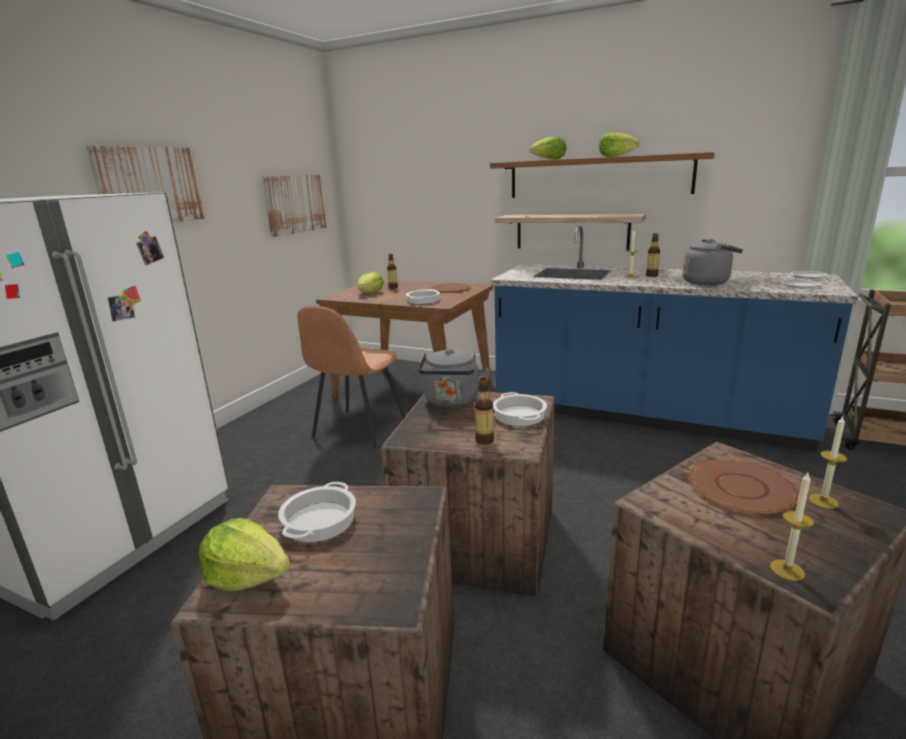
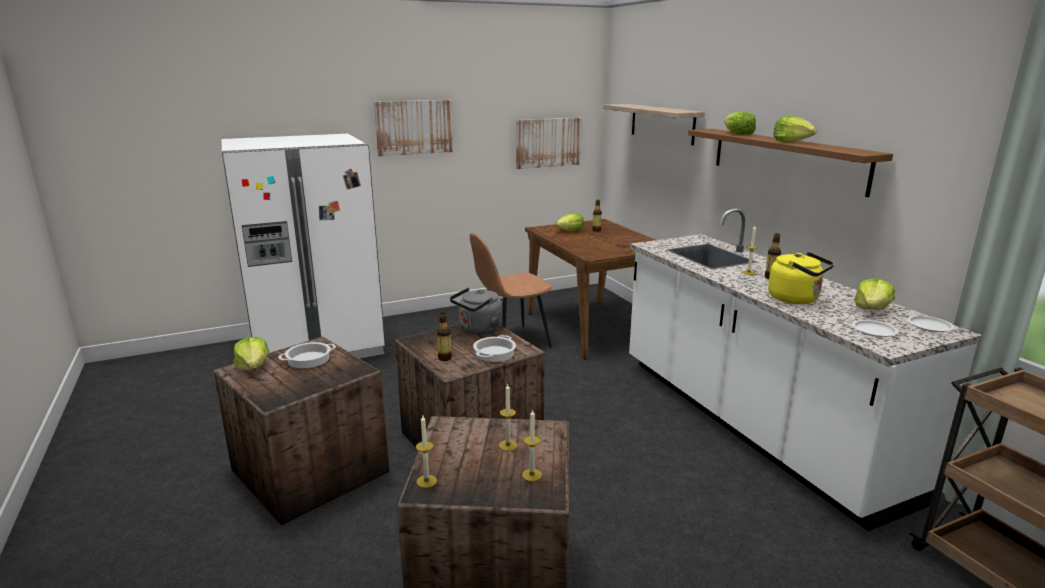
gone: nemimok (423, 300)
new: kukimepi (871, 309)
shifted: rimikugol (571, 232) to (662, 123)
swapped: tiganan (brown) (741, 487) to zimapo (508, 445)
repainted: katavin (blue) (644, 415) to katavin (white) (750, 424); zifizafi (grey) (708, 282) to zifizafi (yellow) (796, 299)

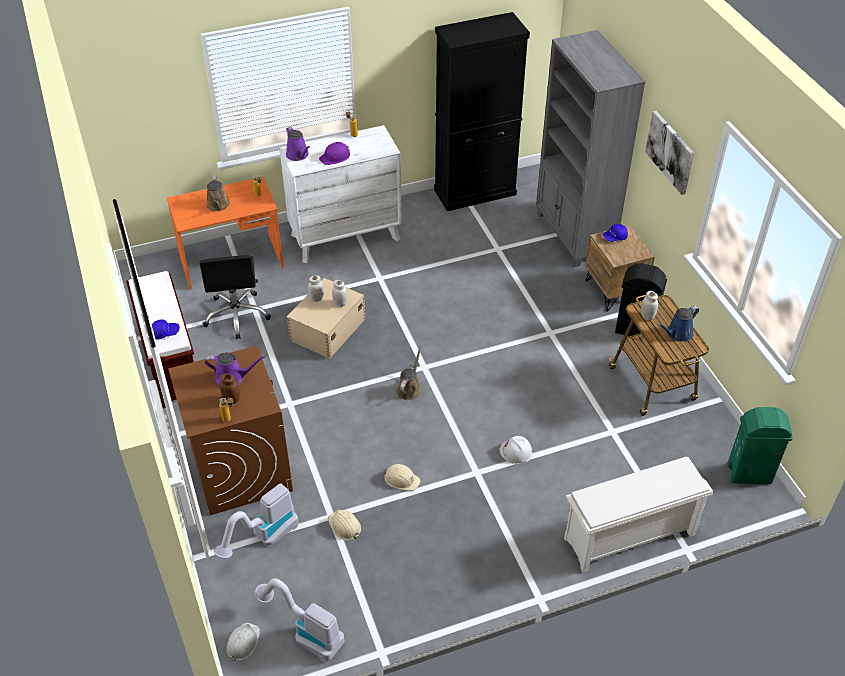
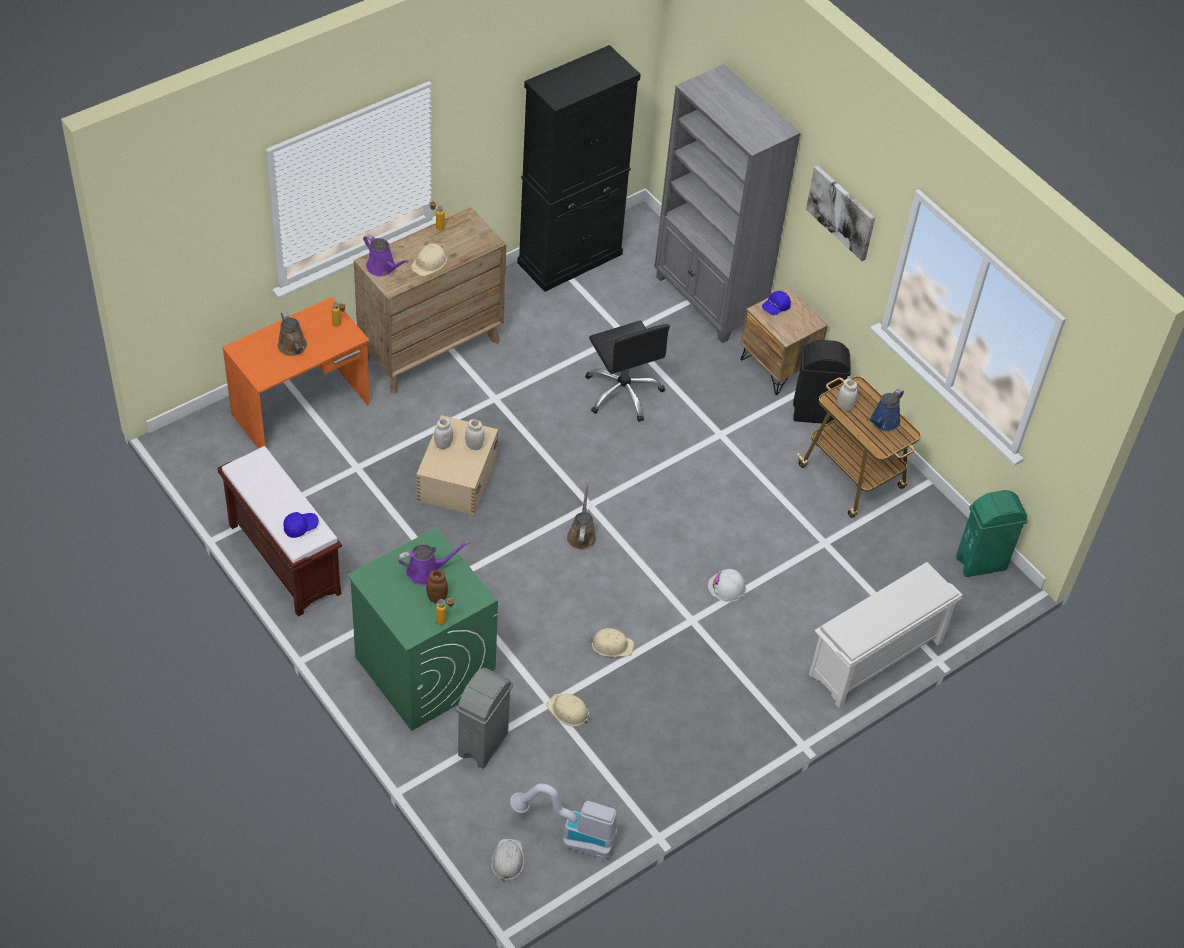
shifted: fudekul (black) (237, 315) to (623, 392)
swapped: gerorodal (263, 538) to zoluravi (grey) (483, 744)
repainted: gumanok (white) (345, 237) to gumanok (brown) (431, 349); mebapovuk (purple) (335, 157) to mebapovuk (beige) (429, 262); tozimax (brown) (240, 468) to tozimax (green) (424, 669)

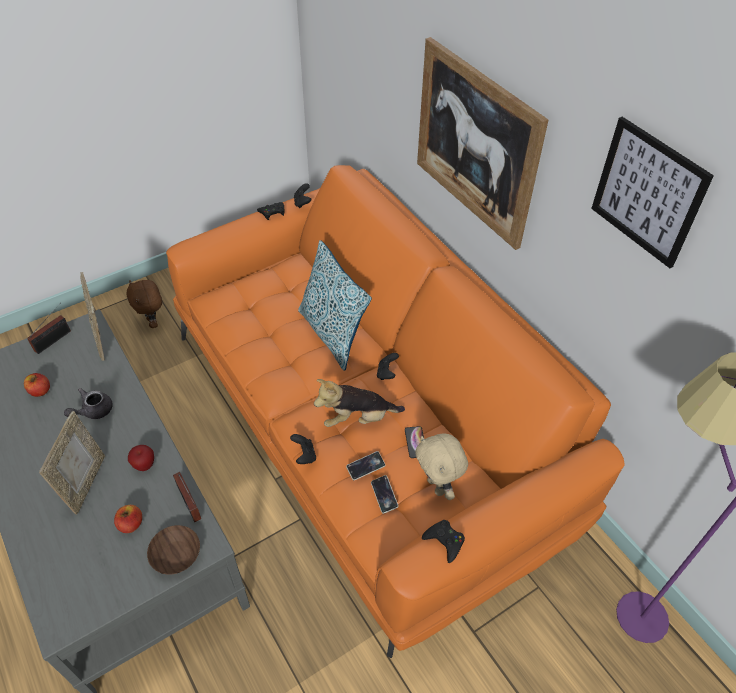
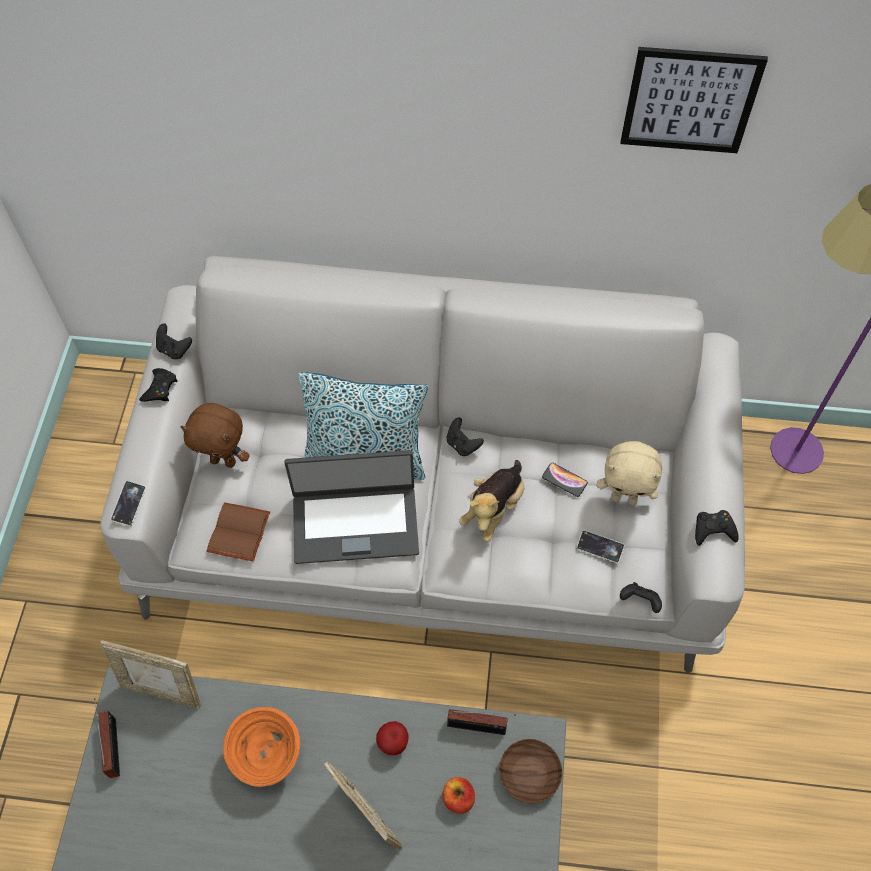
gone: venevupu (476, 143); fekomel (40, 391)
new: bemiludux (355, 523); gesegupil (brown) (240, 534)
shifted: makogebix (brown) (153, 322) to (224, 460); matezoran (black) (304, 455) to (639, 601); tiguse (365, 467) to (129, 504)
swapped: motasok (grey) (93, 411) to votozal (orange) (269, 758)
repainted: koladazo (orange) (366, 425) to koladazo (grey) (435, 514)

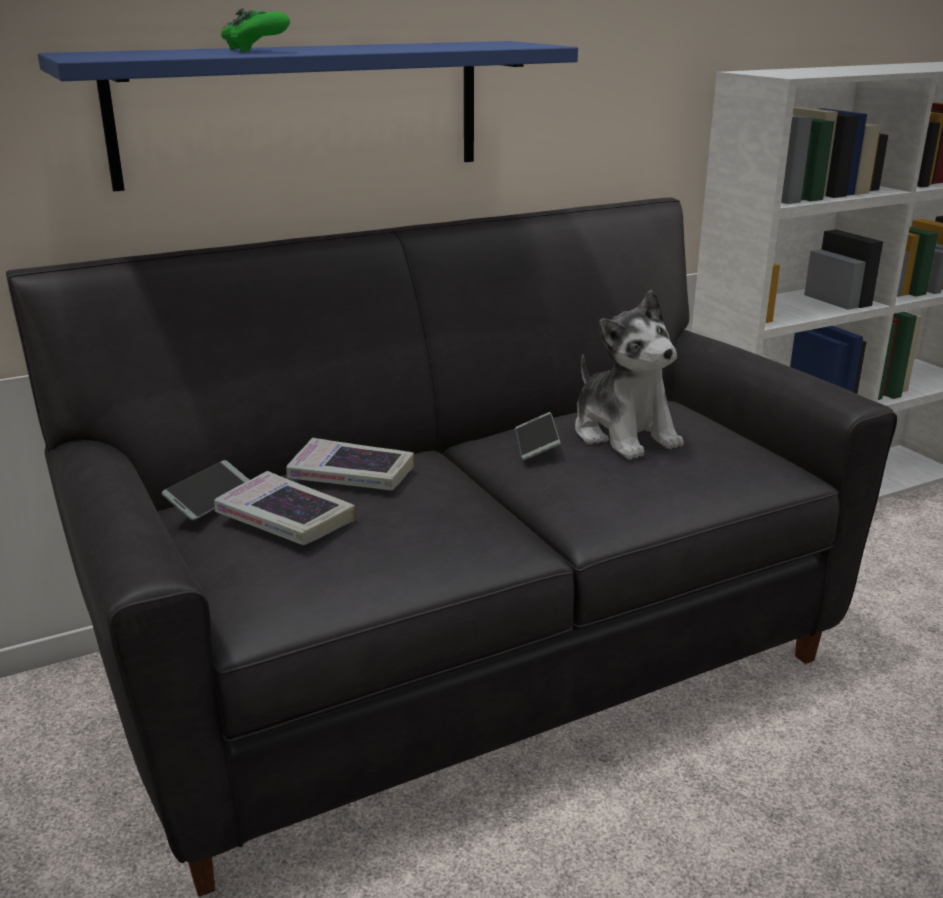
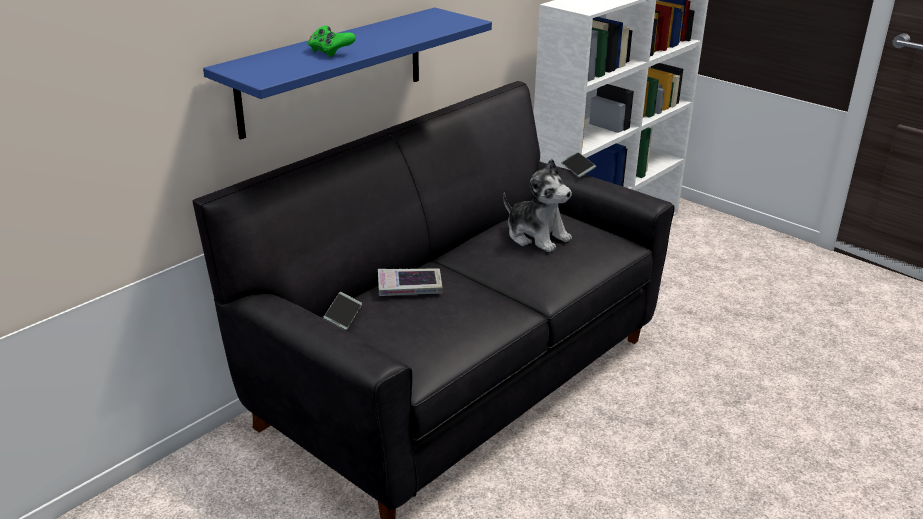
gone: gesegupil (285, 519)
shifted: tiguse (536, 444) to (578, 168)

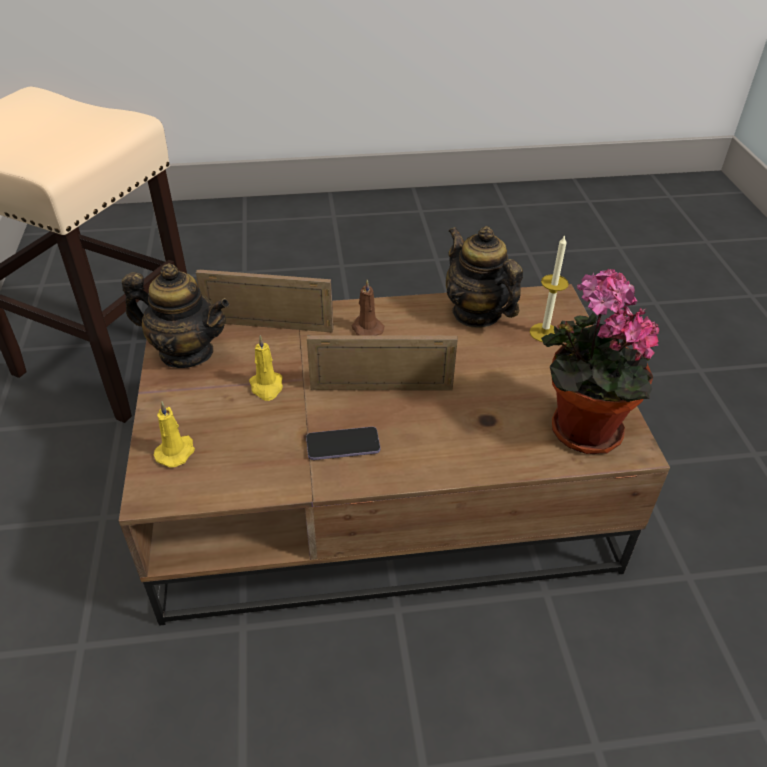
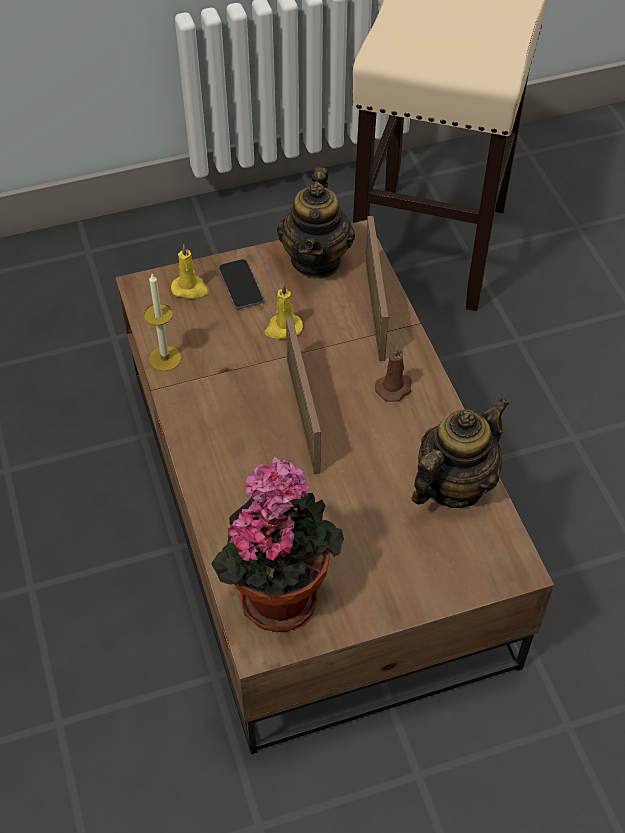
shifted: zimapo (544, 333) to (165, 358); tiguse (343, 445) to (241, 285)

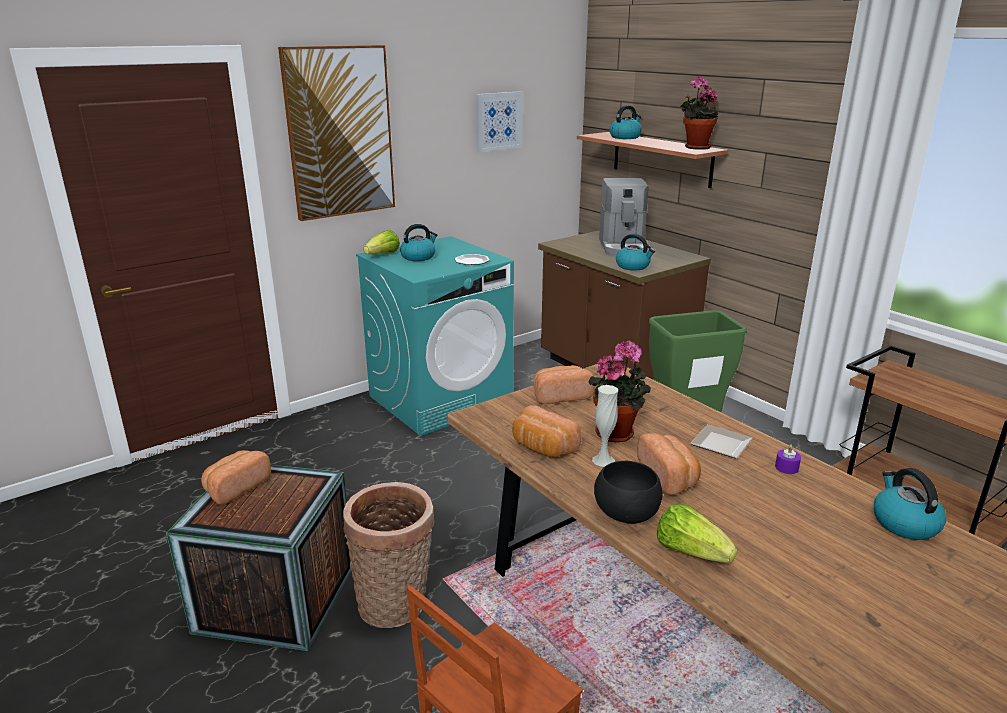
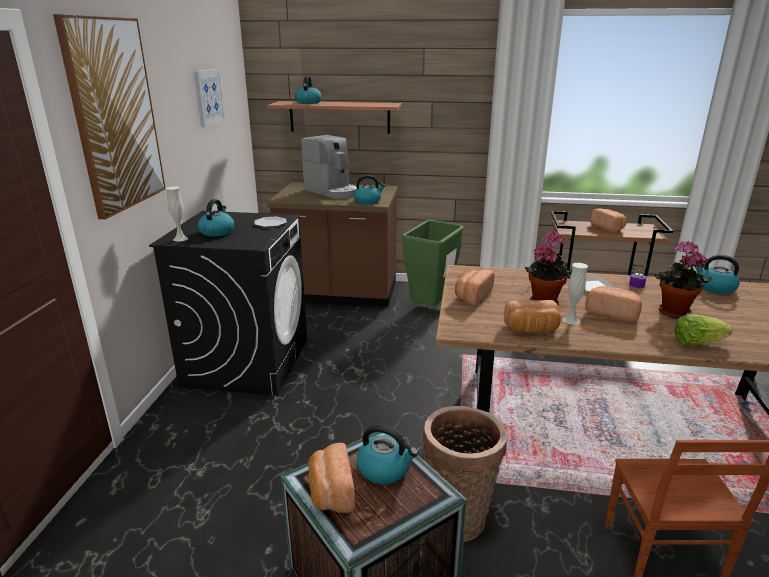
gone: votozal (black) (625, 512)
new: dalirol (608, 227); zifizafi (385, 469)
shifted: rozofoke (695, 147) to (673, 313)
swapped: kukimepi (383, 255) to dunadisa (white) (180, 239)
repainted: tozimax (turquoise) (441, 399) to tozimax (black) (247, 362)

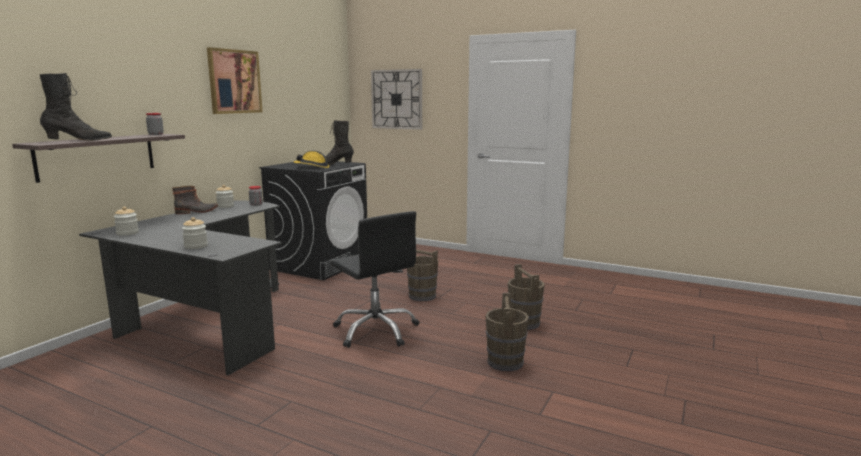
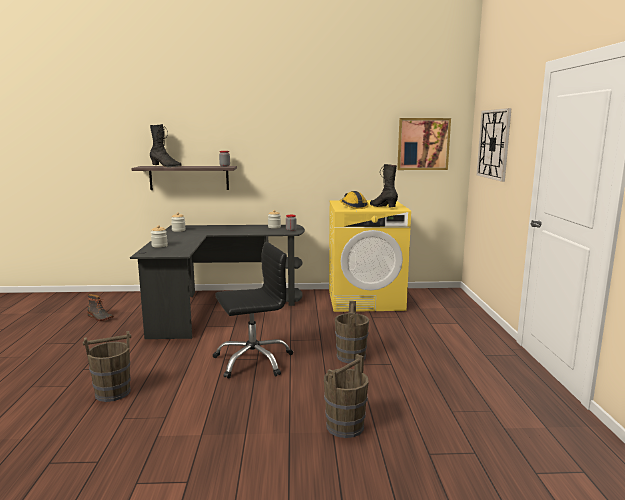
shifted: venevupu (234, 81) to (423, 144); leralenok (197, 211) to (99, 317); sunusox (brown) (505, 362) to (113, 393)
repainted: tozimax (black) (320, 264) to tozimax (yellow) (365, 300)
rotated: fudekul (black) (376, 331) = (253, 360) 135 degrees counterclockwise

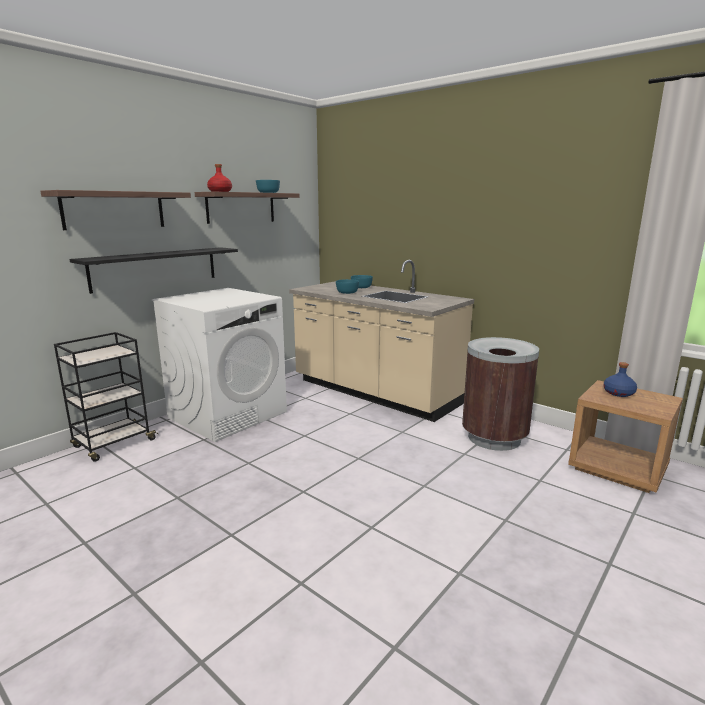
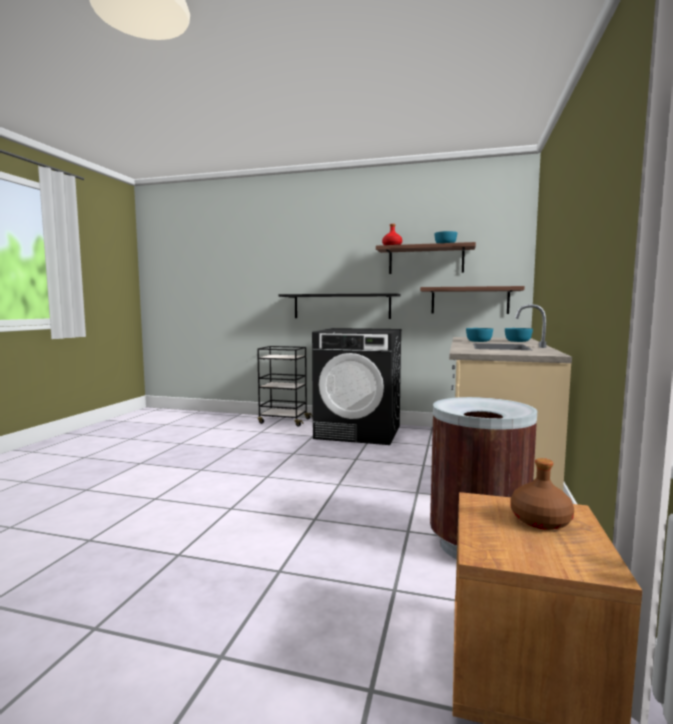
shifted: rimikugol (114, 210) to (469, 300)
repainted: tozimax (white) (228, 414) to tozimax (black) (359, 432); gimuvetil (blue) (618, 393) to gimuvetil (brown) (539, 520)

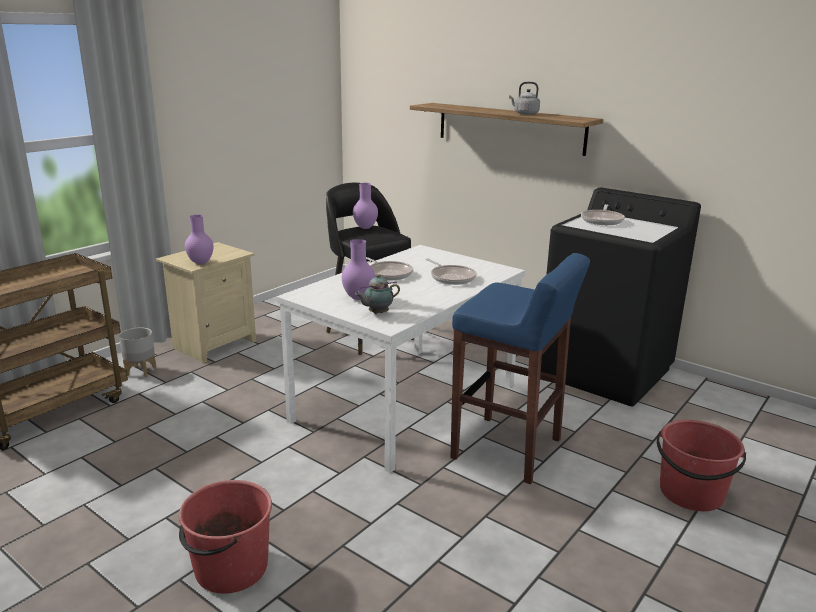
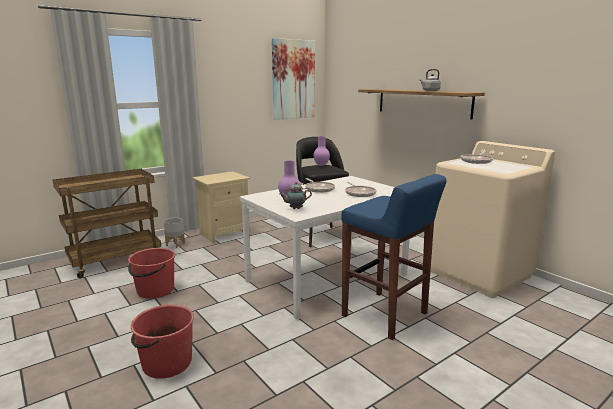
gone: dunadisa (purple) (201, 263)
new: venevupu (293, 79)
shifted: sunusox (red) (691, 493) to (155, 290)
repainted: tozimax (black) (606, 372) to tozimax (beige) (479, 274)

